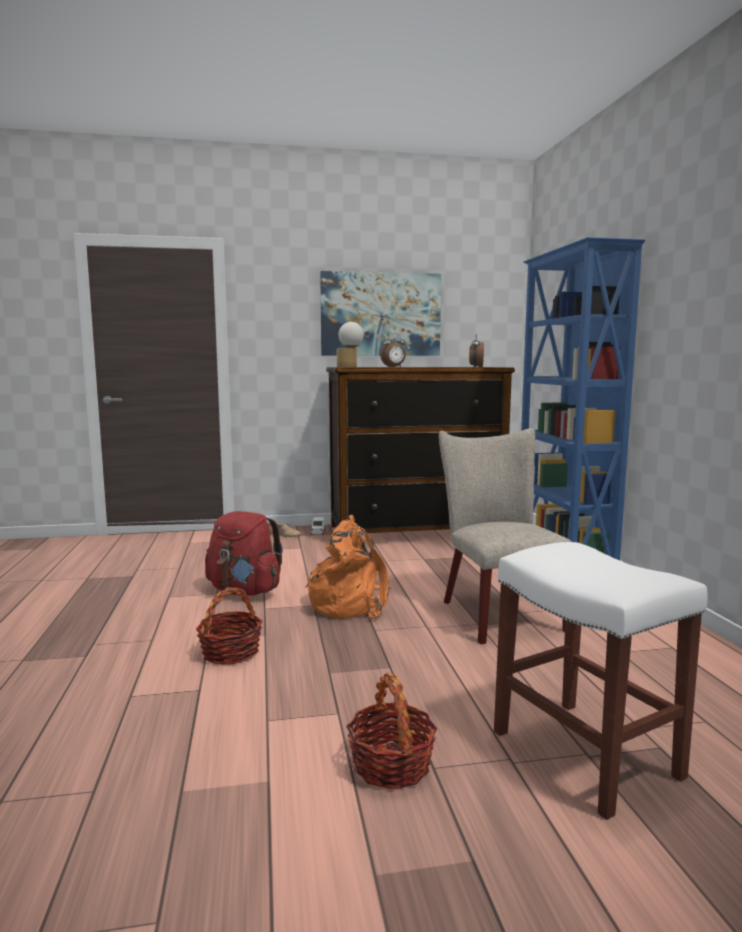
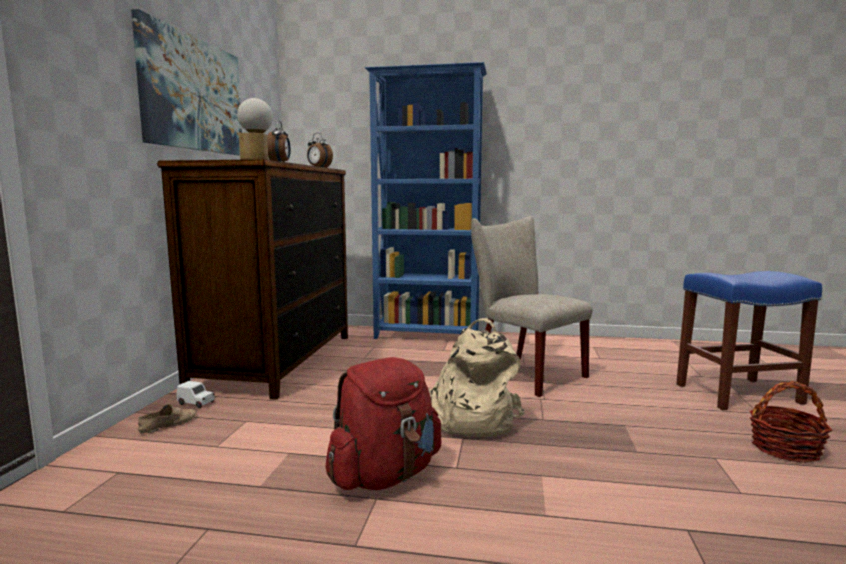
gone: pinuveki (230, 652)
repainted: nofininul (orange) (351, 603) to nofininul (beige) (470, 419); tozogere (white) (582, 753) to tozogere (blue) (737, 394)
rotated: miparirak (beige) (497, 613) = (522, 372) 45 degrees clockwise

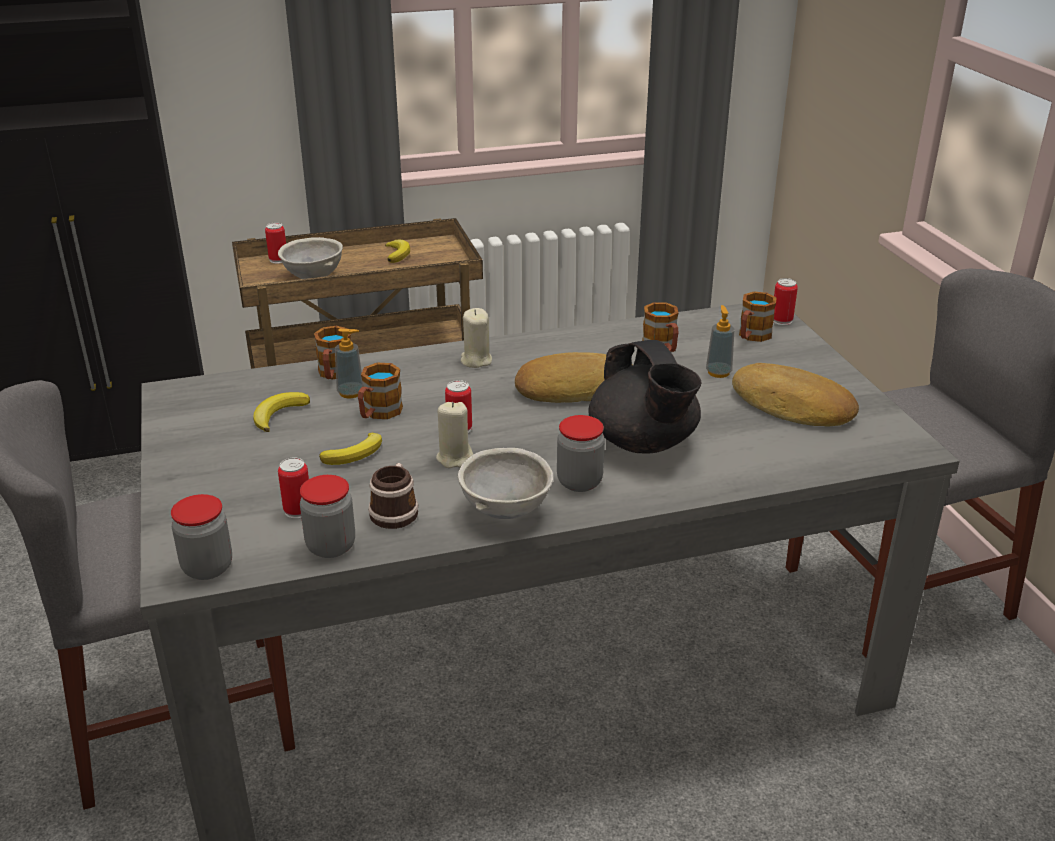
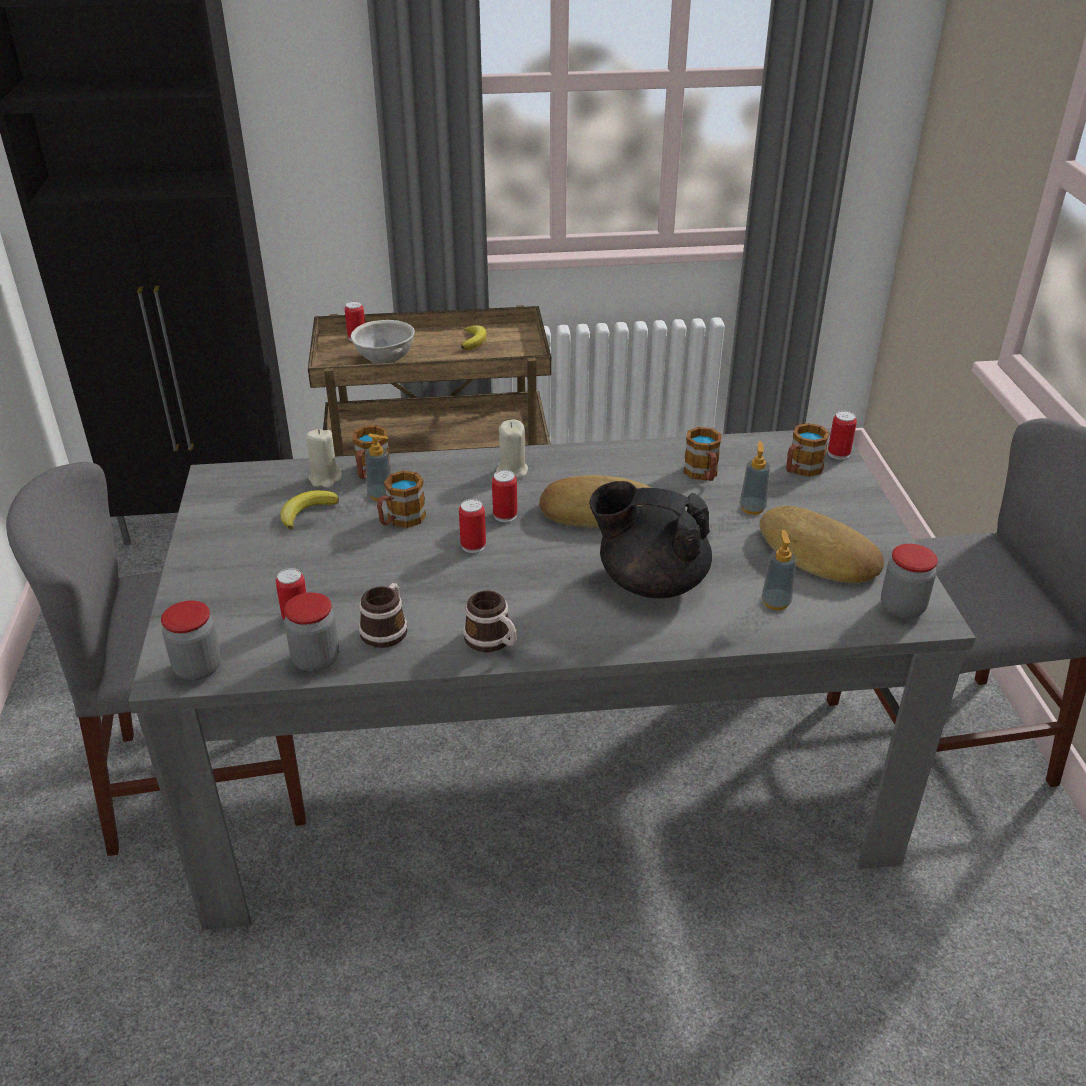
gone: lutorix (355, 454)
new: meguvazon (505, 515); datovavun (776, 602)
shifted: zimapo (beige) (455, 458) to (325, 478); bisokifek (579, 482) to (902, 608)
swapped: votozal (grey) (507, 511) to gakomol (493, 641)
rotated: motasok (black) (643, 443) = (650, 581) 120 degrees clockwise

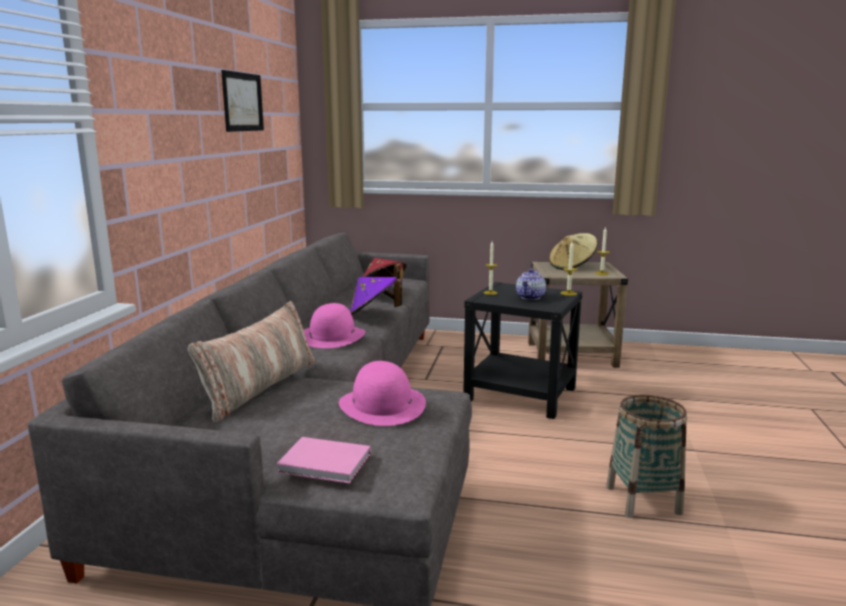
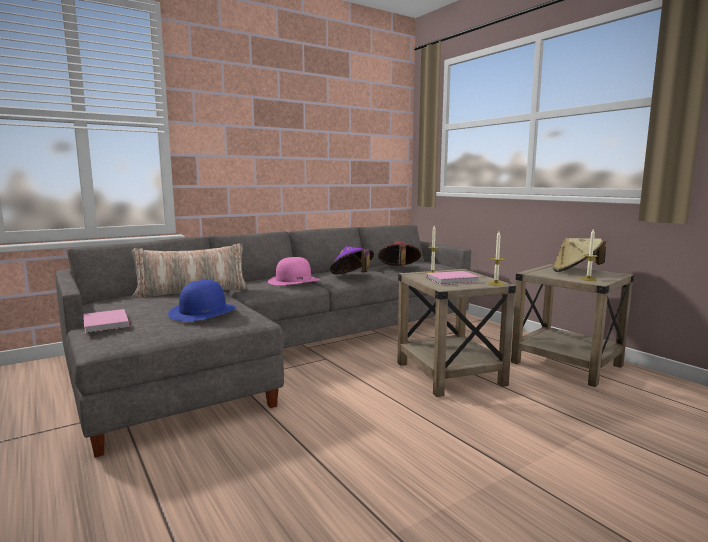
gone: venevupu (242, 102); pinuveki (643, 500)
swapped: motasok (530, 297) to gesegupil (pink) (453, 280)
repainted: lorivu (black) (521, 395) to lorivu (beige) (450, 375); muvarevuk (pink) (382, 405) to muvarevuk (blue) (203, 311)

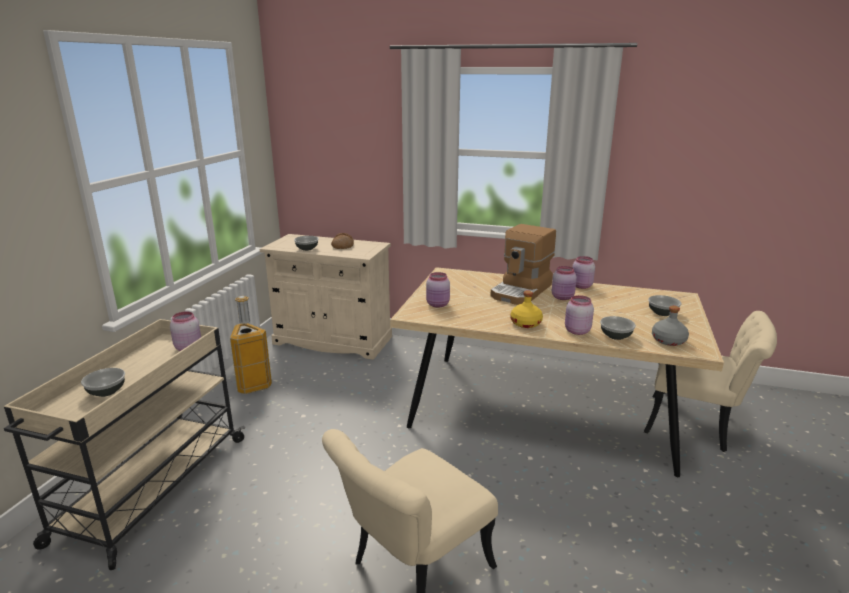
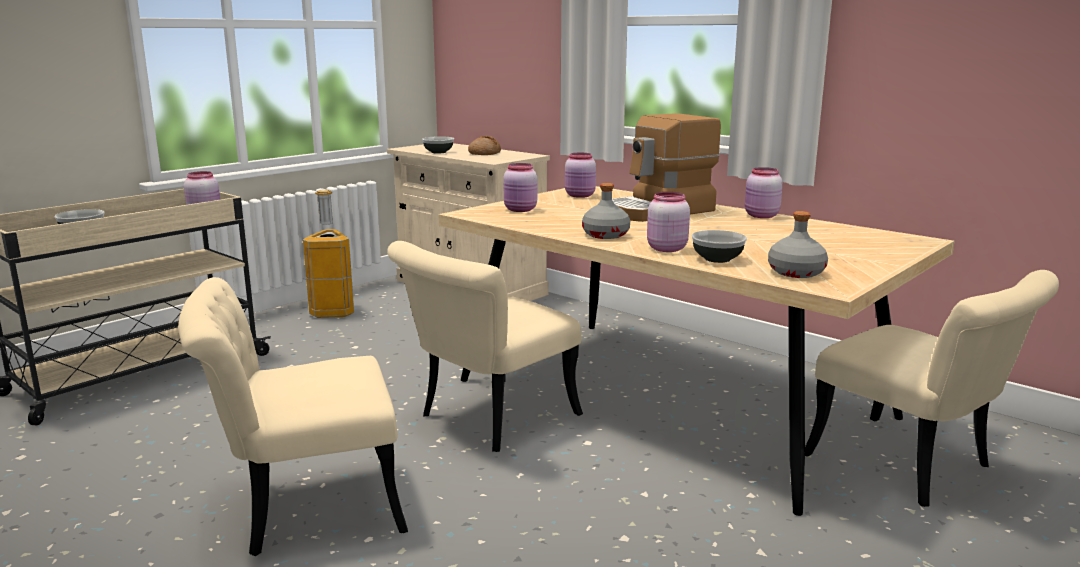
gone: votozal (662, 313)
new: miparirak (beige) (487, 420)
shifted: bisokifek (pink) (563, 297) to (580, 195)
repainted: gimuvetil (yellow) (526, 323) to gimuvetil (grey) (606, 235)

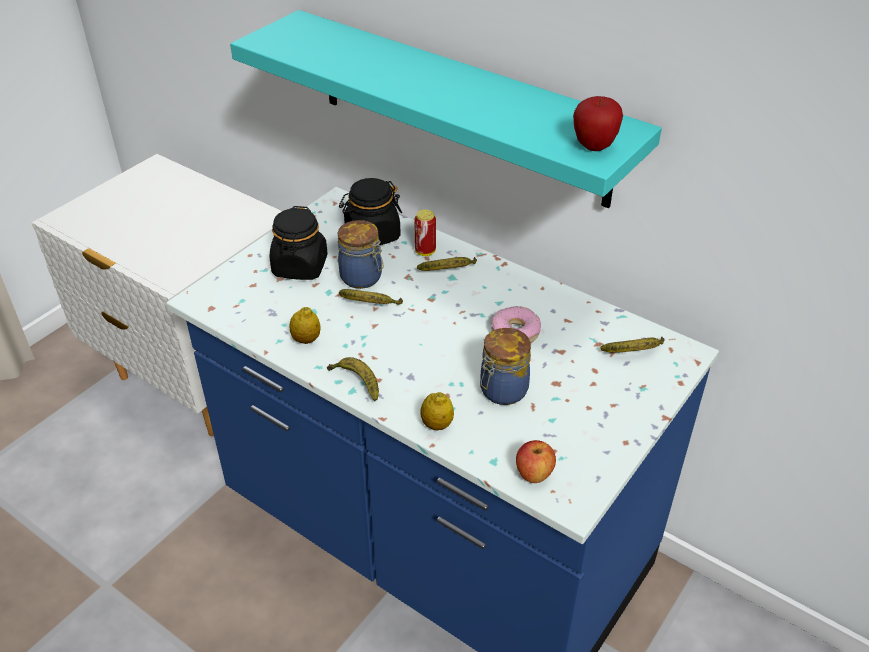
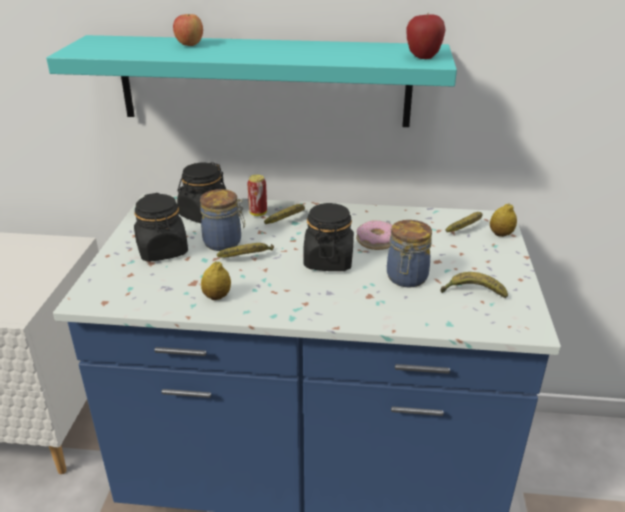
new: bisokifek (black) (328, 260)
shifted: lutorix (357, 382) to (472, 292); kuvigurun (437, 424) to (501, 234); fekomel (533, 474) to (189, 45)

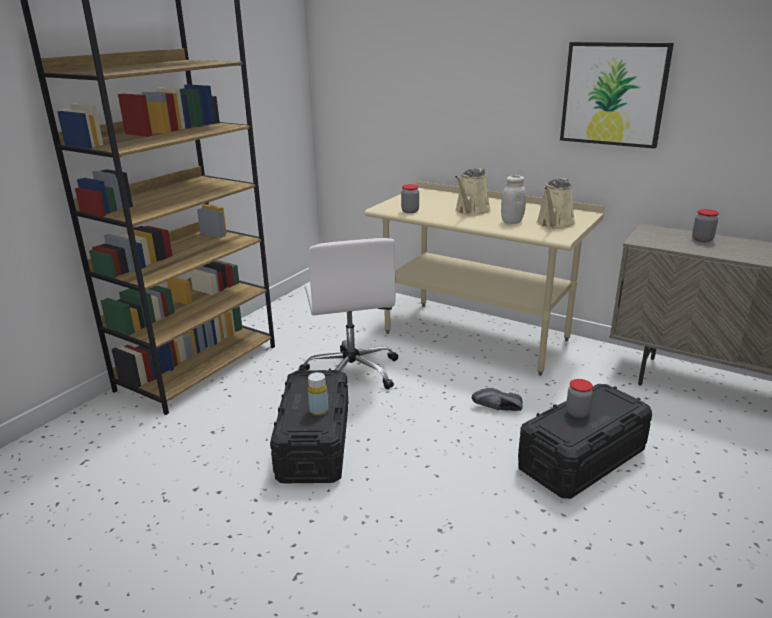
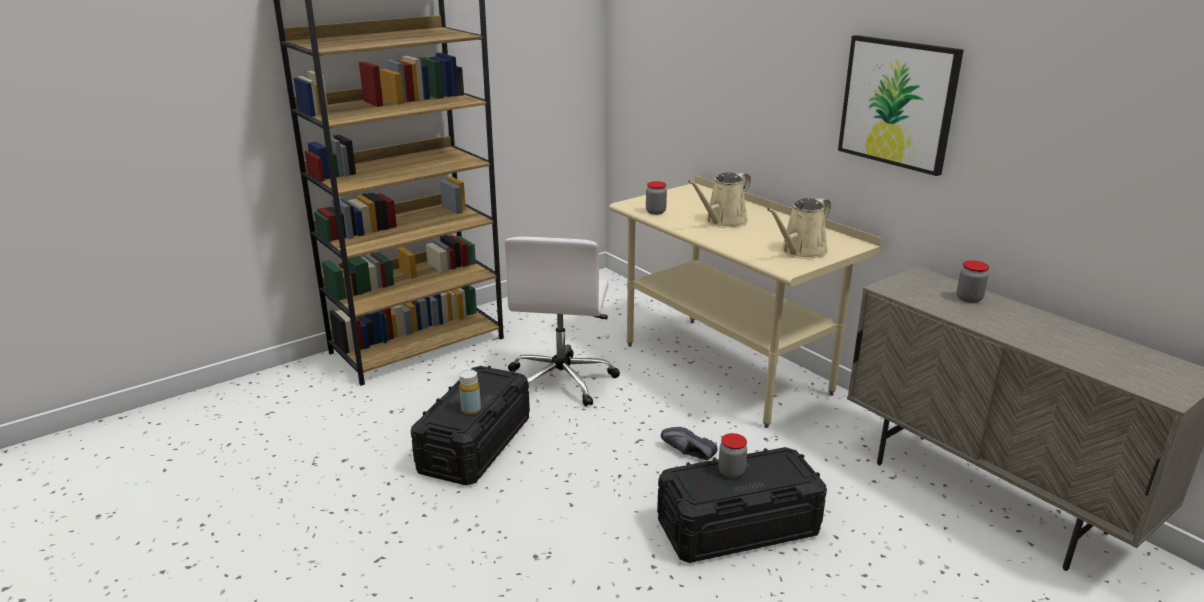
gone: bisokifek (white) (511, 221)

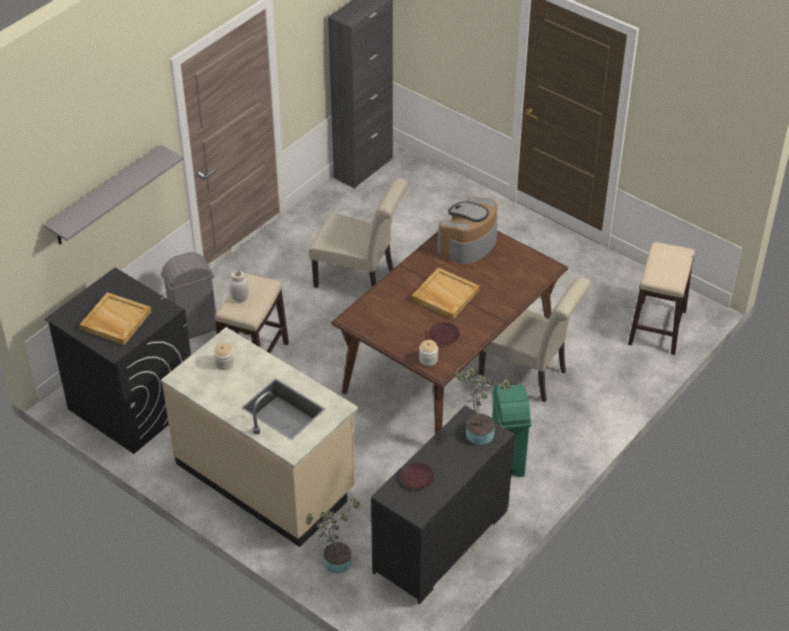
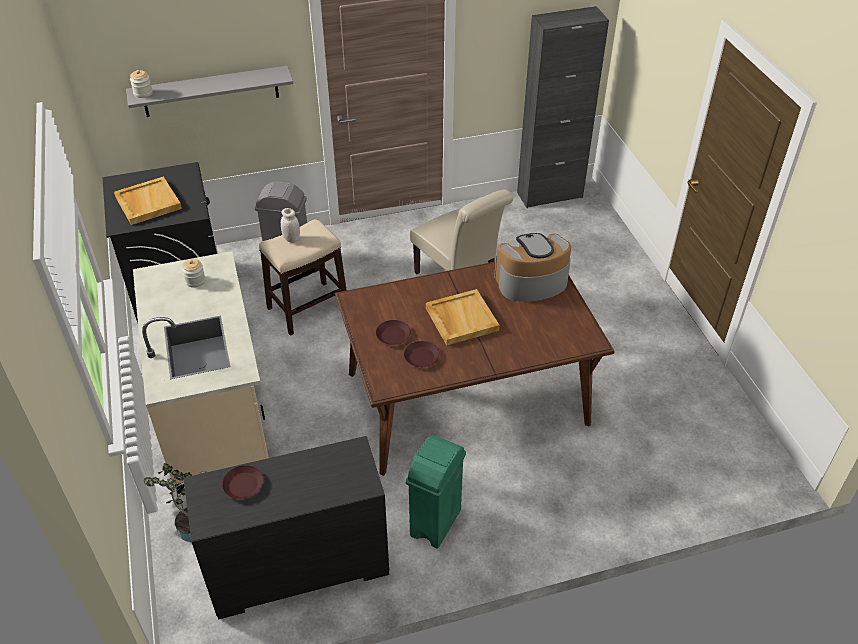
gone: tozogere (657, 328); miparirak (beige) (528, 375); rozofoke (478, 431)
new: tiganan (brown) (392, 335)
shifted: bisokifek (428, 359) to (143, 93)

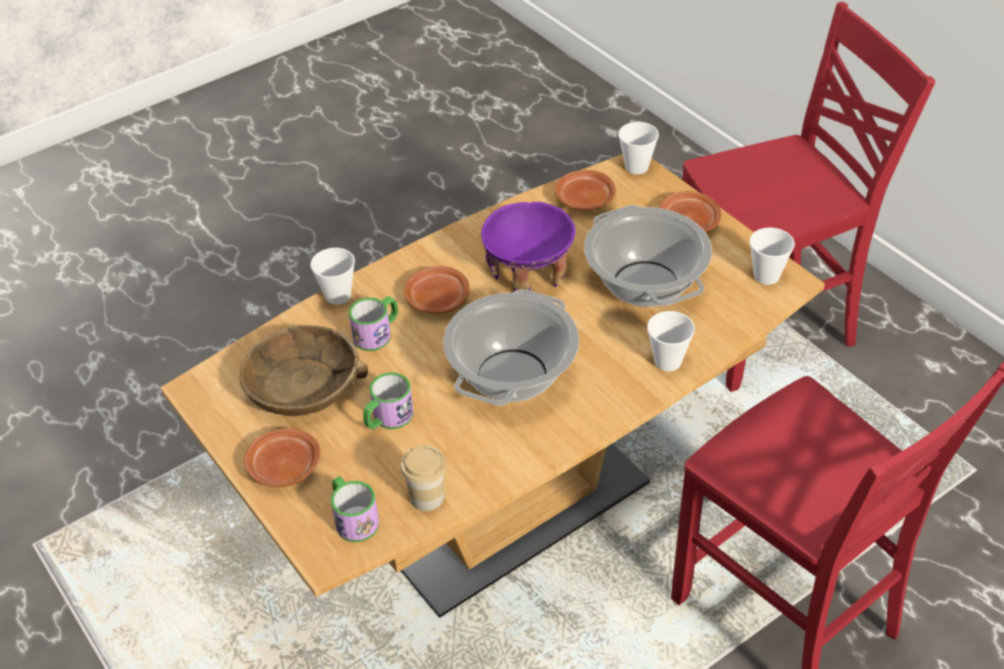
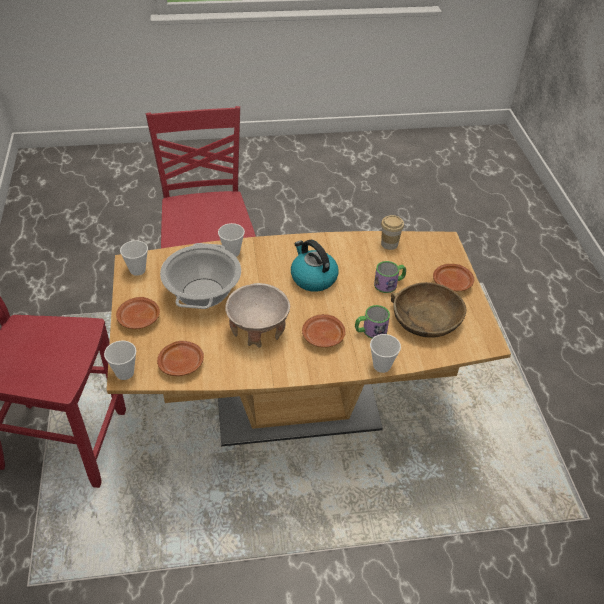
gone: gakomol (353, 518)
swapped: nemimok (512, 375) to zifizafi (313, 278)
repainted: votozal (purple) (529, 271) to votozal (beige) (258, 330)

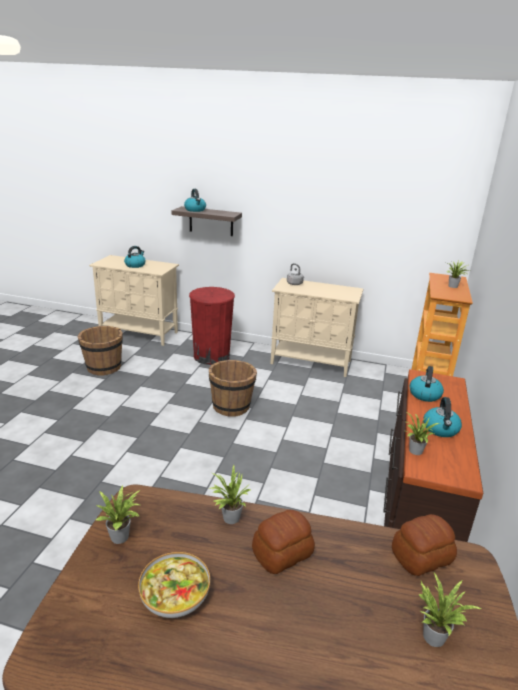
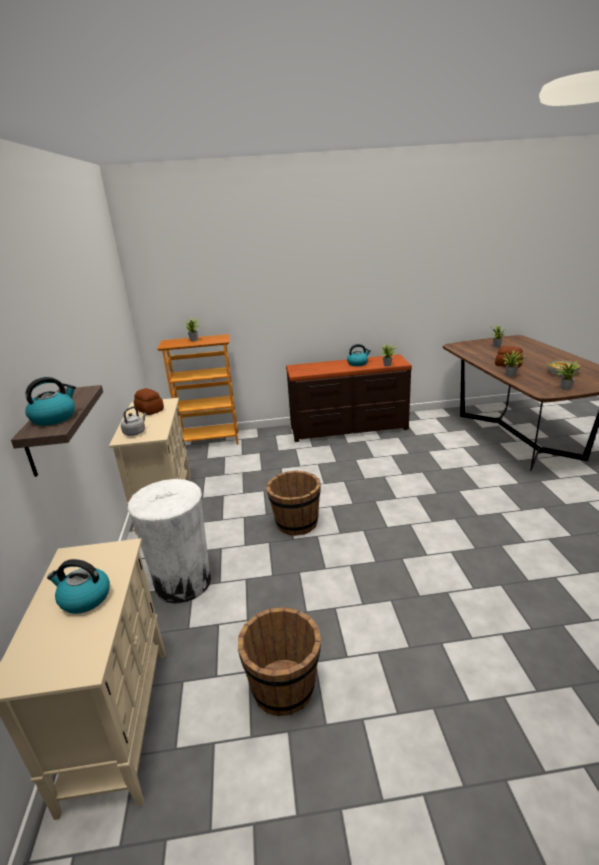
gone: zifizafi (424, 394)
shifted: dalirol (422, 557) to (150, 410)
repainted: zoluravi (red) (211, 356) to zoluravi (white) (183, 582)

